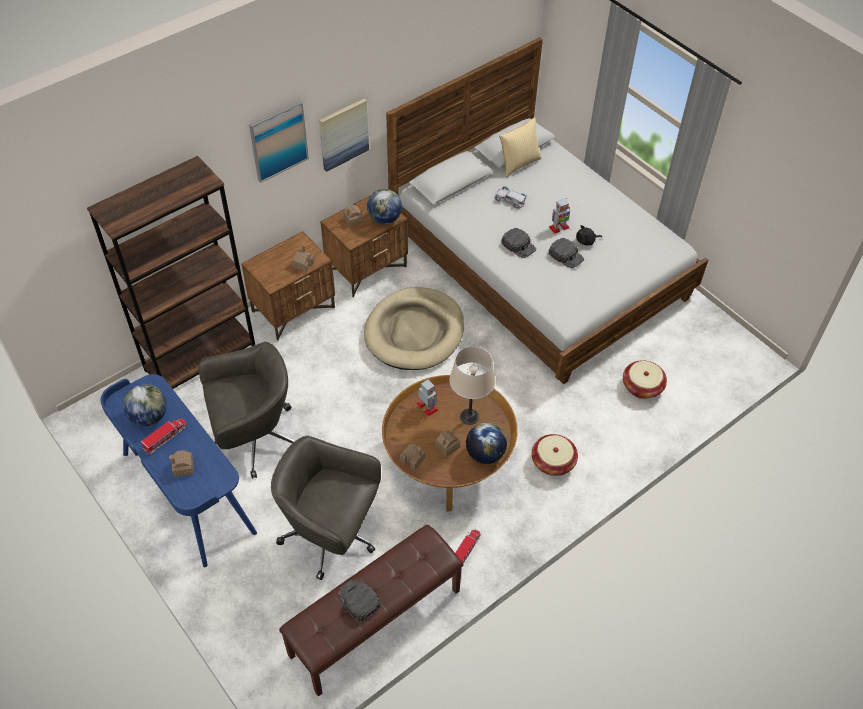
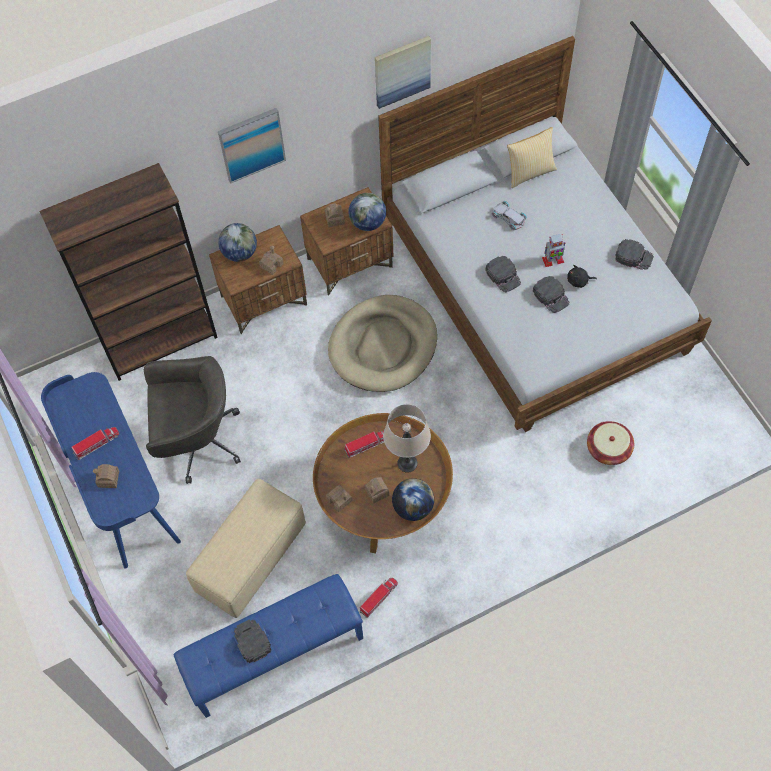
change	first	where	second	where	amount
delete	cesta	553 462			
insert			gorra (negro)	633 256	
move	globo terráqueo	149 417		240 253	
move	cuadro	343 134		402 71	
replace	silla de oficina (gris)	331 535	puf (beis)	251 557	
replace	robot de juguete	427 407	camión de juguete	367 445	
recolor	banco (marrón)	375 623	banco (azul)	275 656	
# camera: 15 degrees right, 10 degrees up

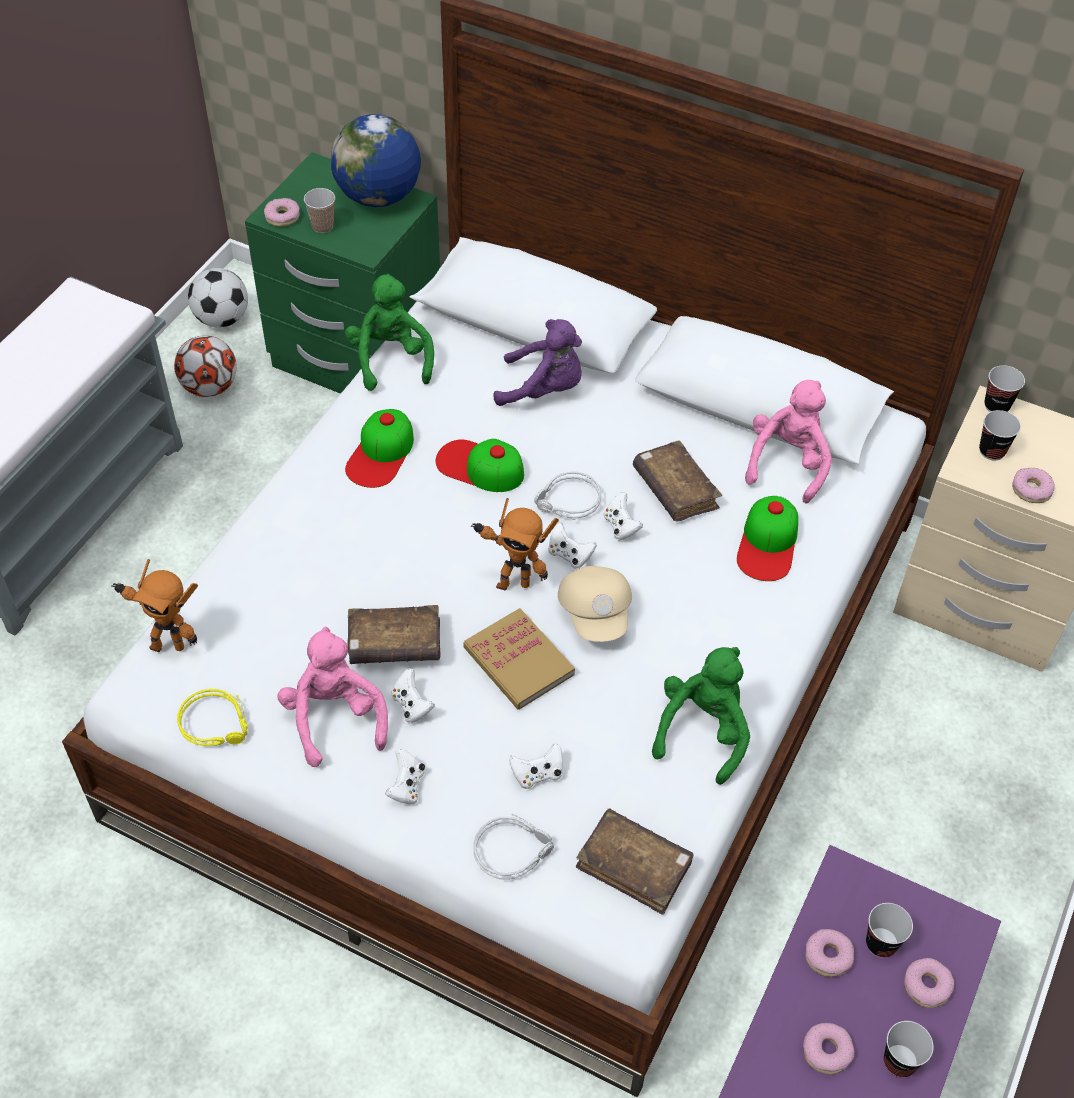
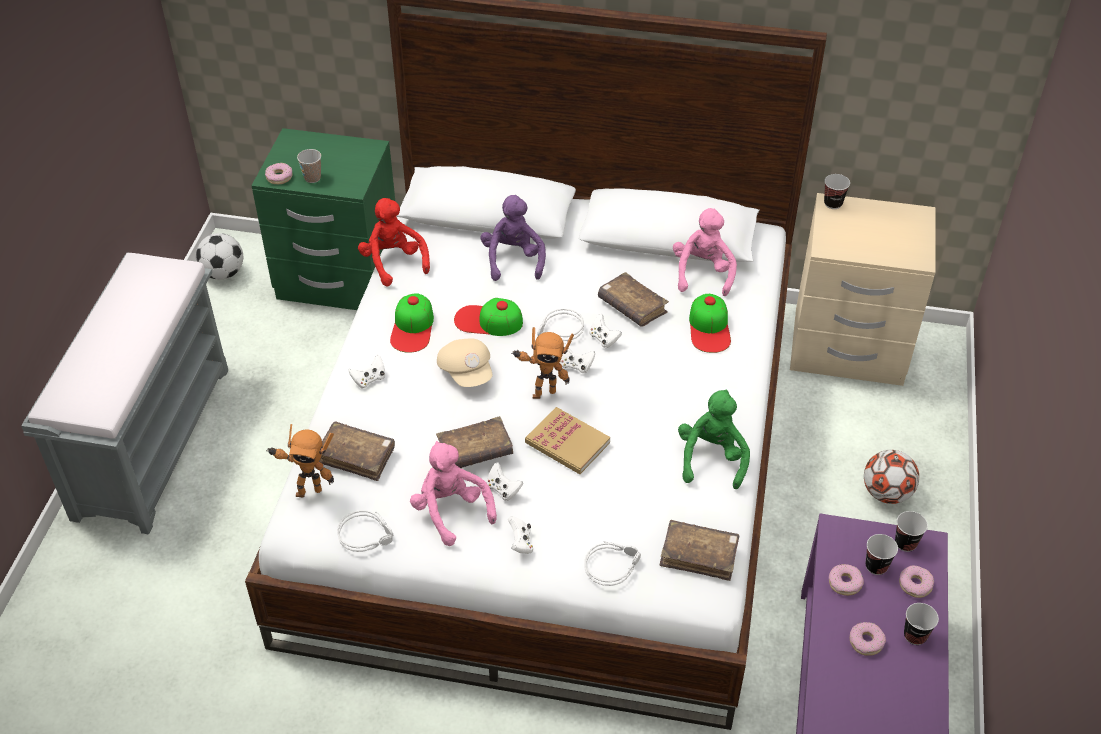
change	first	where	second	where	amount
delete	globo terráqueo	378 197			
delete	rosquilla	1031 490			
insert			libro (marrón)	356 456	
move	balón de fútbol	210 387		886 493	
move	mando de consola (blanco)	537 774		369 379	
move	gorra (beis)	596 613		467 372	
move	taza	992 451		905 543	
recolor	auriculares (amarillo)	217 723	auriculares (gris)	367 534	
recolor	peluche (verde)	391 359	peluche (rojo)	393 262	
rotate	peluche (morado)	544 389		513 259	90 degrees counterclockwise
# camera: 15 degrees left, 5 degrees down

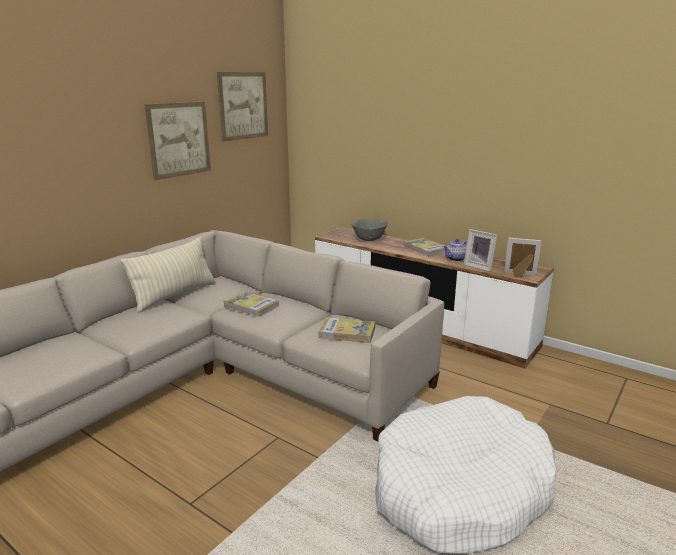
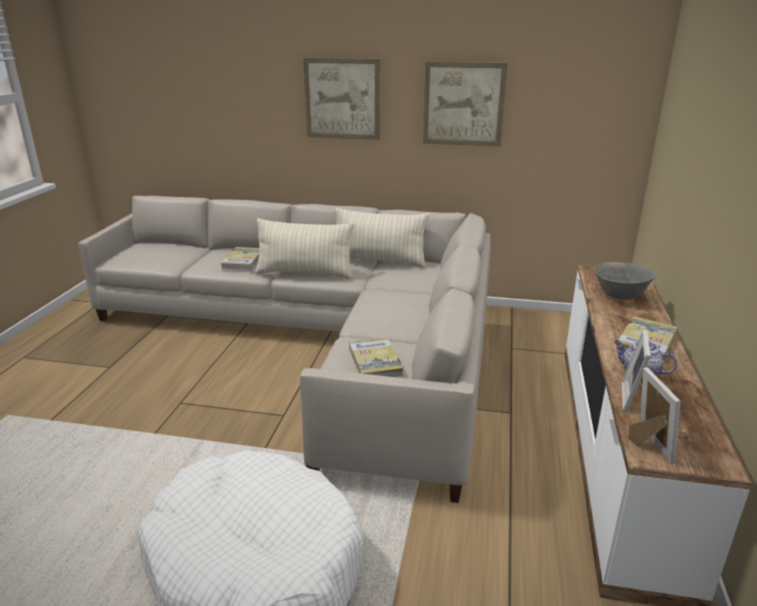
change	first	where	second	where	amount
insert			cojín (beis)	305 273	
move	cuadro	243 105		342 99	
move	libro	251 306		243 261	
# camera: 65 degrees right, 5 degrees up

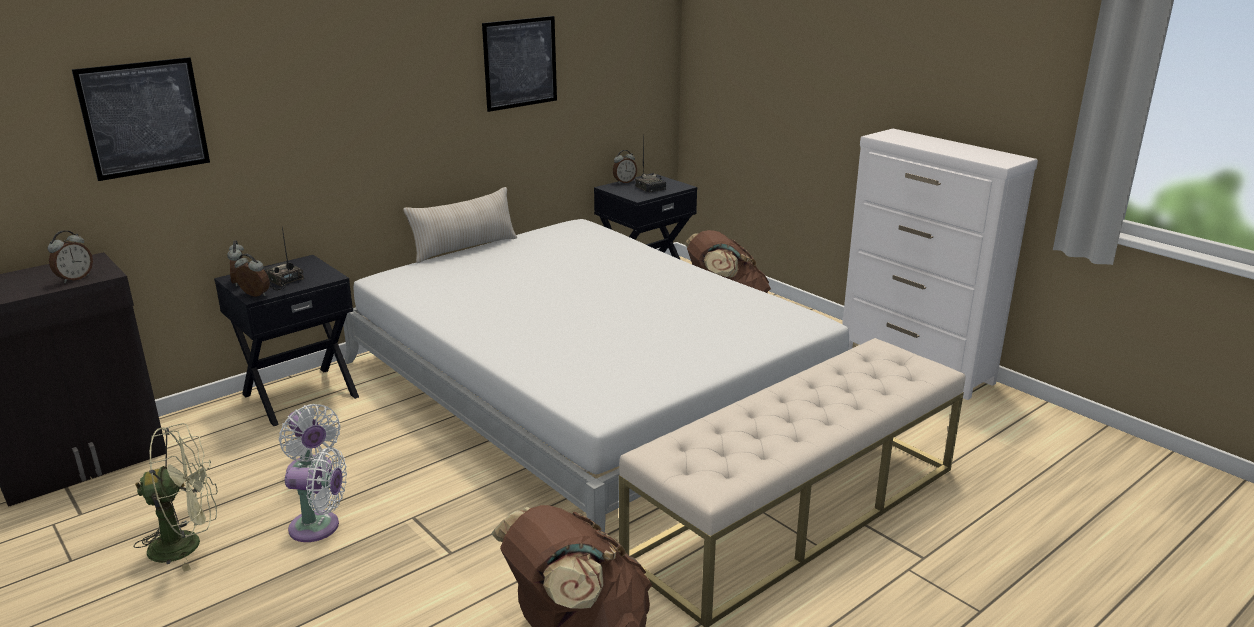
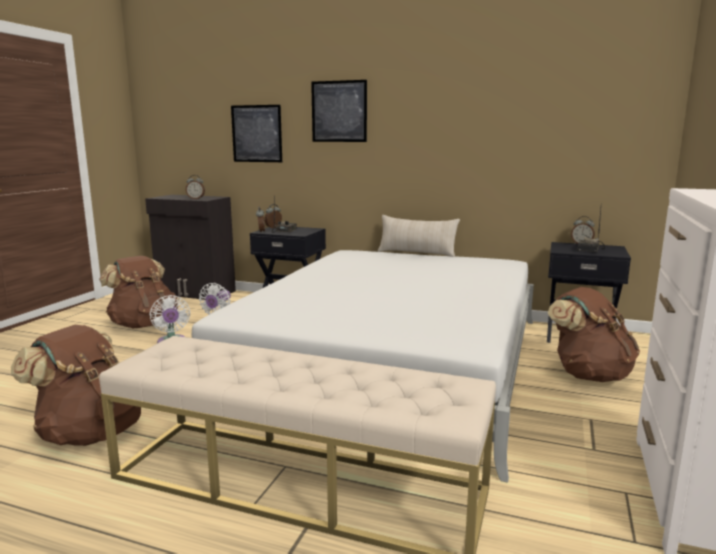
change	first	where	second	where	amount
move	cuadro	520 63		339 111	
replace	ventilador (verde)	187 544	mochila (marrón)	143 325	
# camera: 60 degrees right, 10 degrees down

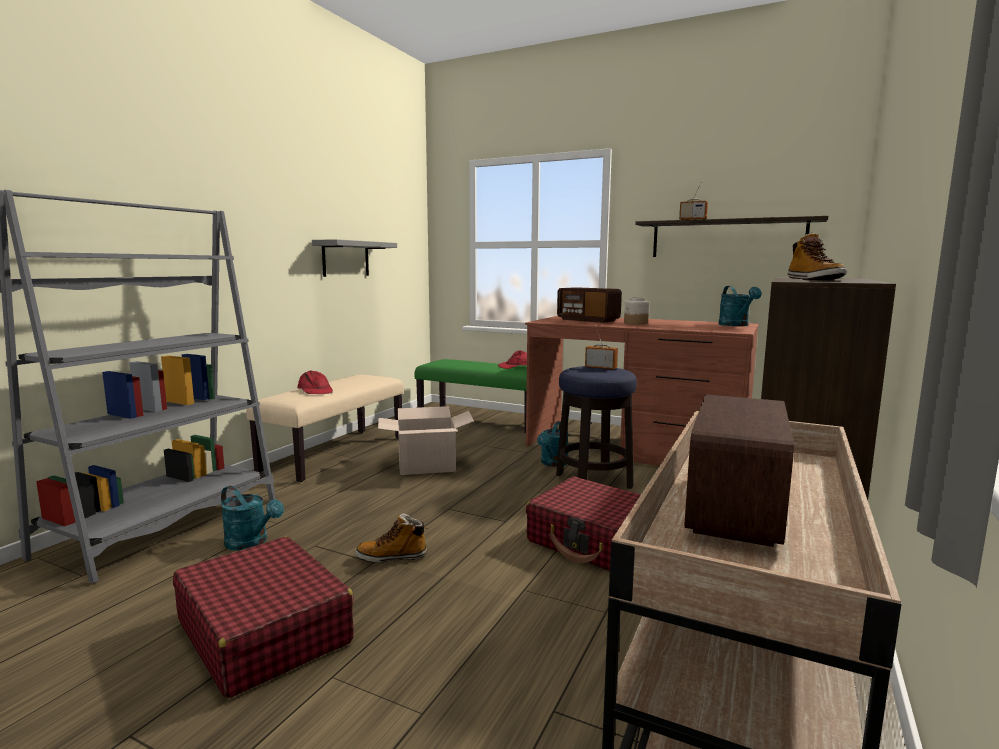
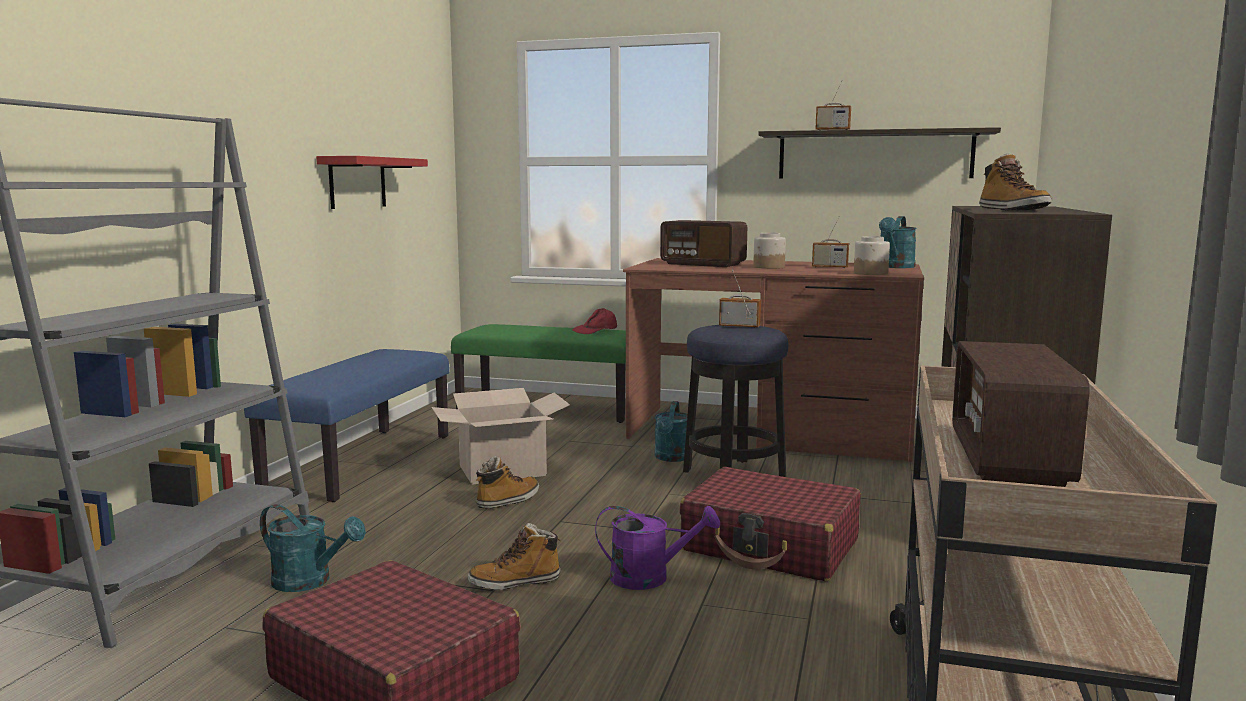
change	first	where	second	where	amount
delete	gorra (rojo)	315 390			
insert			bota	508 501	
insert			regadera (morado)	650 577	
insert			radio	830 267	
insert			tarro	871 273	
recolor	banco (beis)	334 453	banco (azul)	361 462	
recolor	estante (gris)	345 259	estante (rojo)	357 182	
rotate	regadera (turquesa)	736 325		895 267	45 degrees clockwise
# camera: 10 degrees left, 0 degrees up

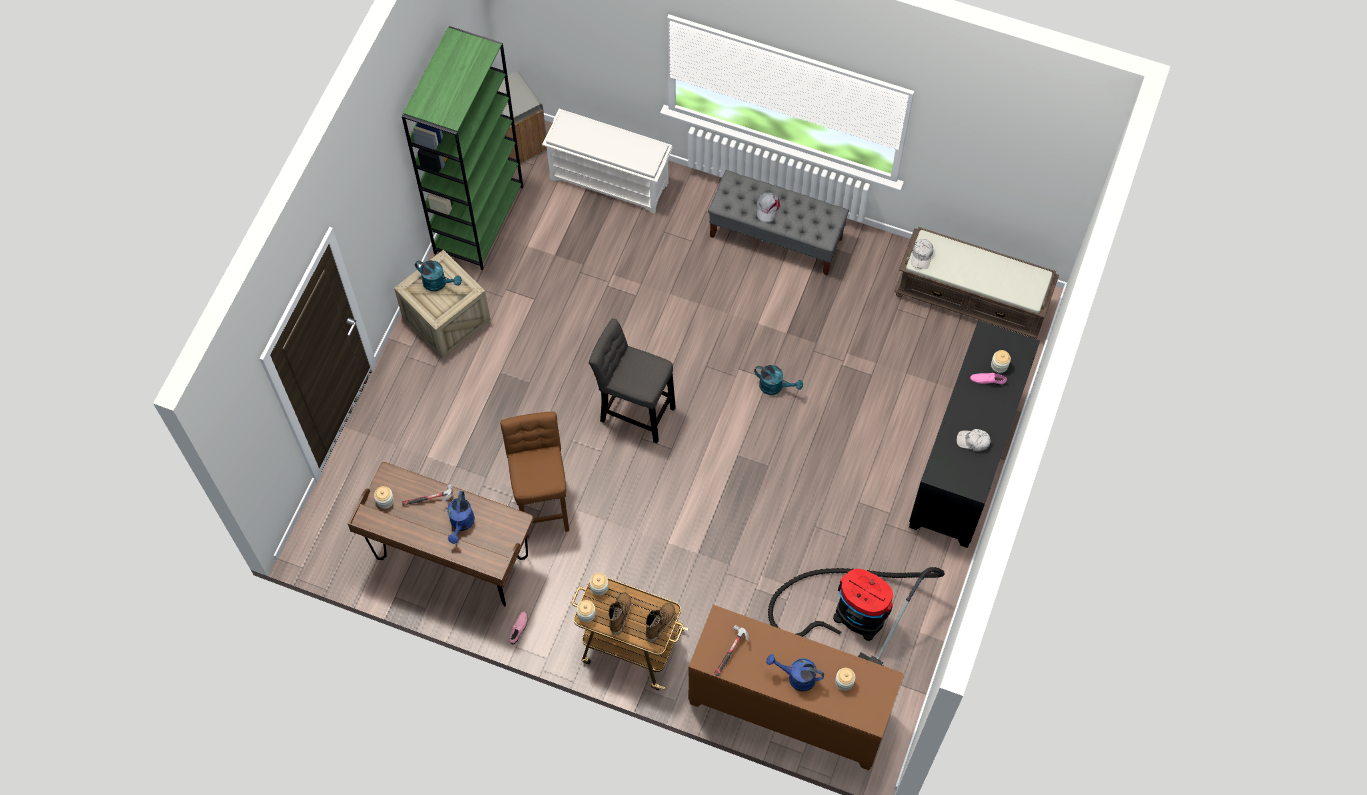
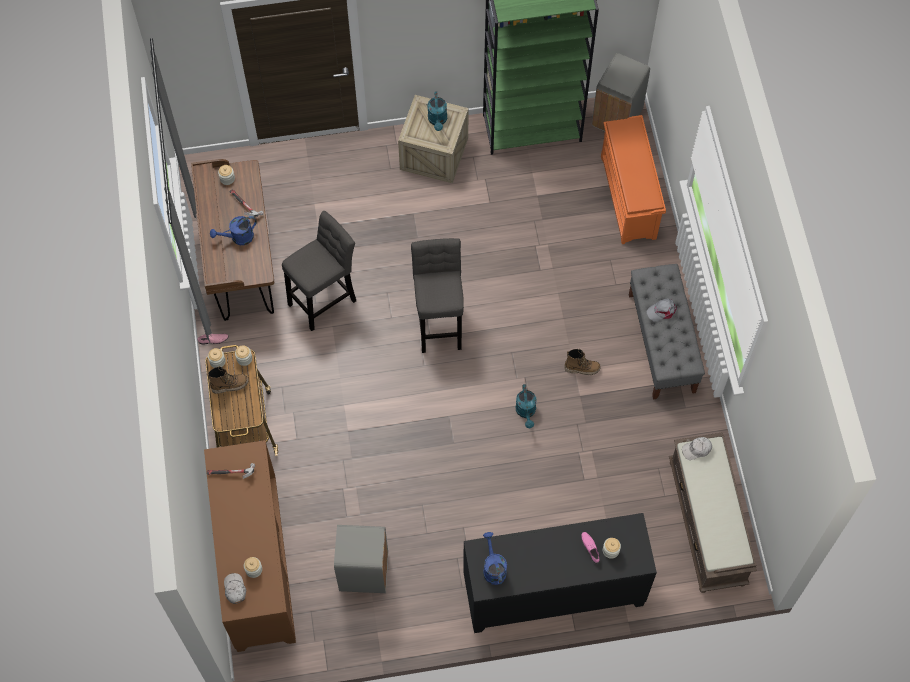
change	first	where	second	where	amount
move	bota	660 624		582 368	
move	regadera (azul)	796 677		493 568	
move	gorra (blanco)	973 441		235 589	
replace	aspiradora	854 613	papelera (gris)	364 573	
recolor	taburete (marrón)	542 501	taburete (gris)	325 300	
recolor	zapatero (blanco)	610 180	zapatero (naranja)	629 198	
# camera: 60 degrees right, 0 degrees up

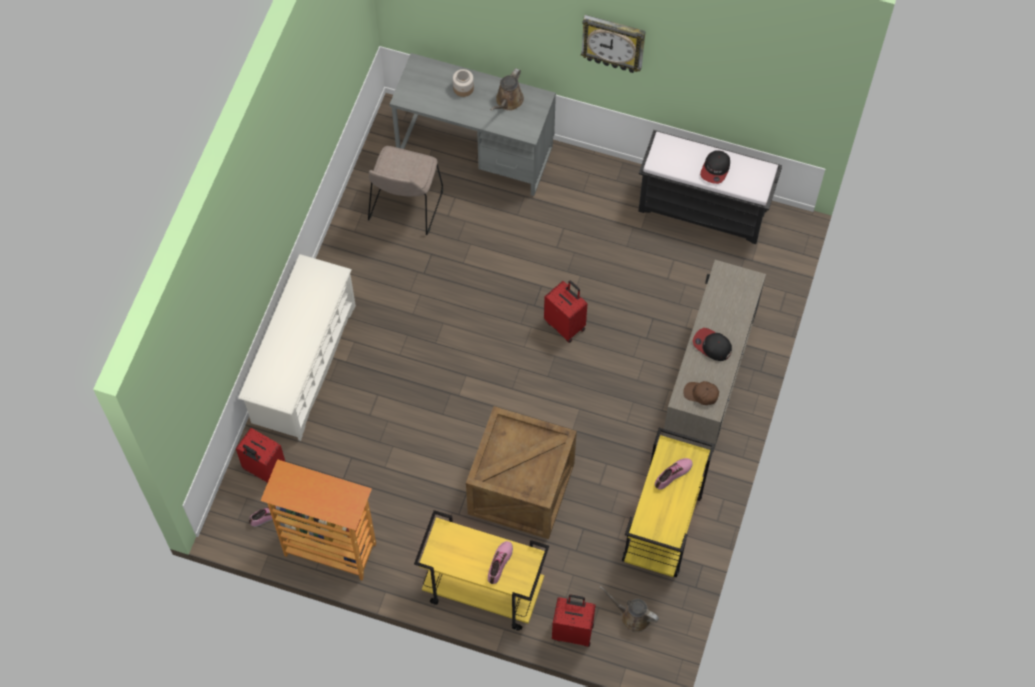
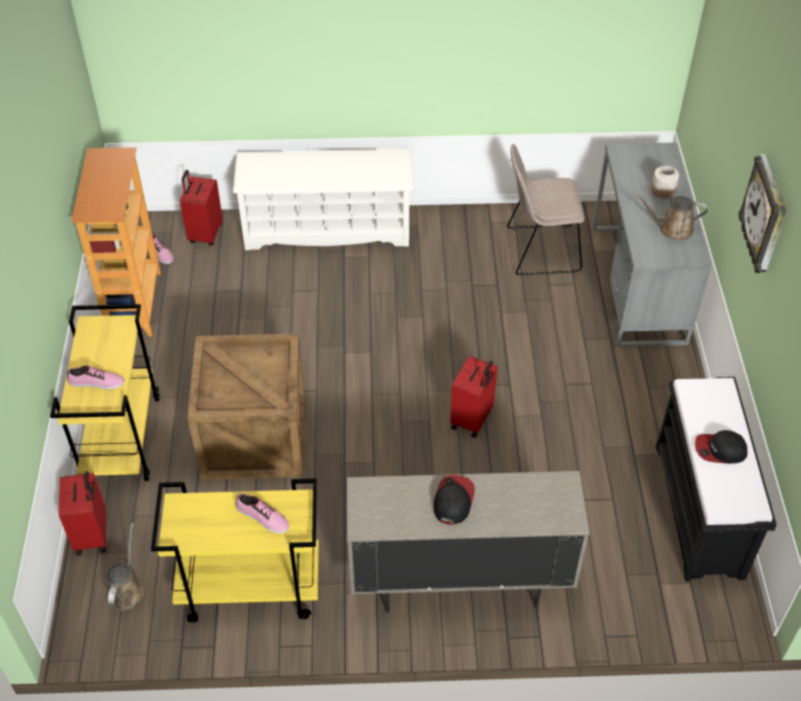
change	first	where	second	where	amount
delete	gorra (marrón)	701 394			
# camera: 70 degrees right, 15 degrees down

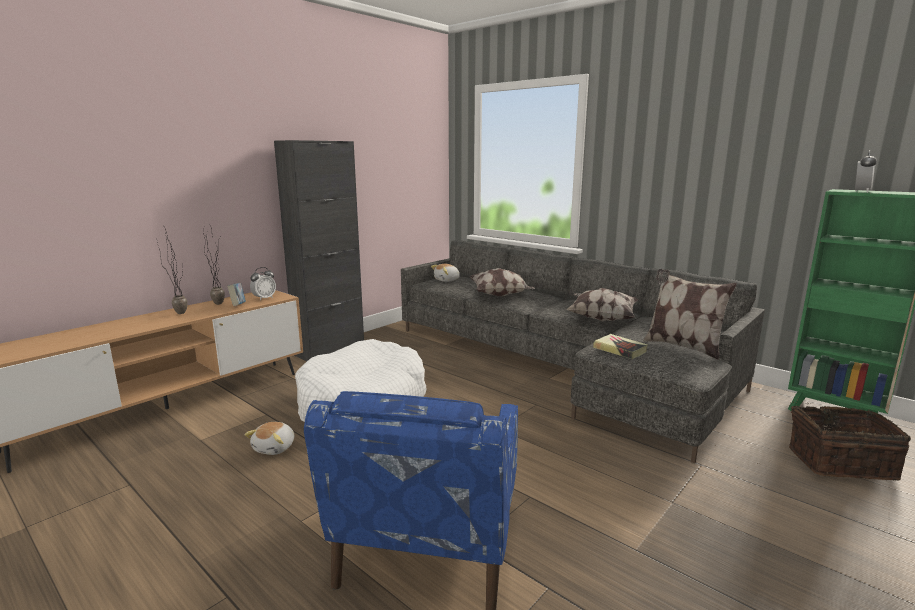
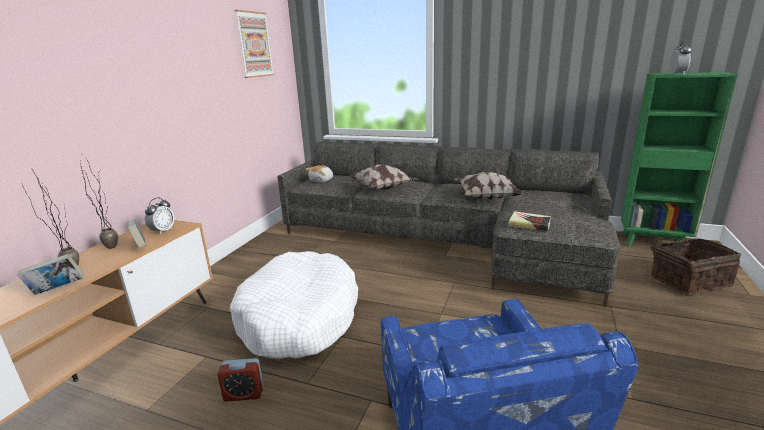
change	first	where	second	where	amount
delete	armario (negro)	330 350			
delete	cojín	682 346			
insert			libro	57 290	
insert			cuadro	254 44	
replace	peluche	275 448	despertador	244 394	
# camera: 20 degrees left, 5 degrees up

